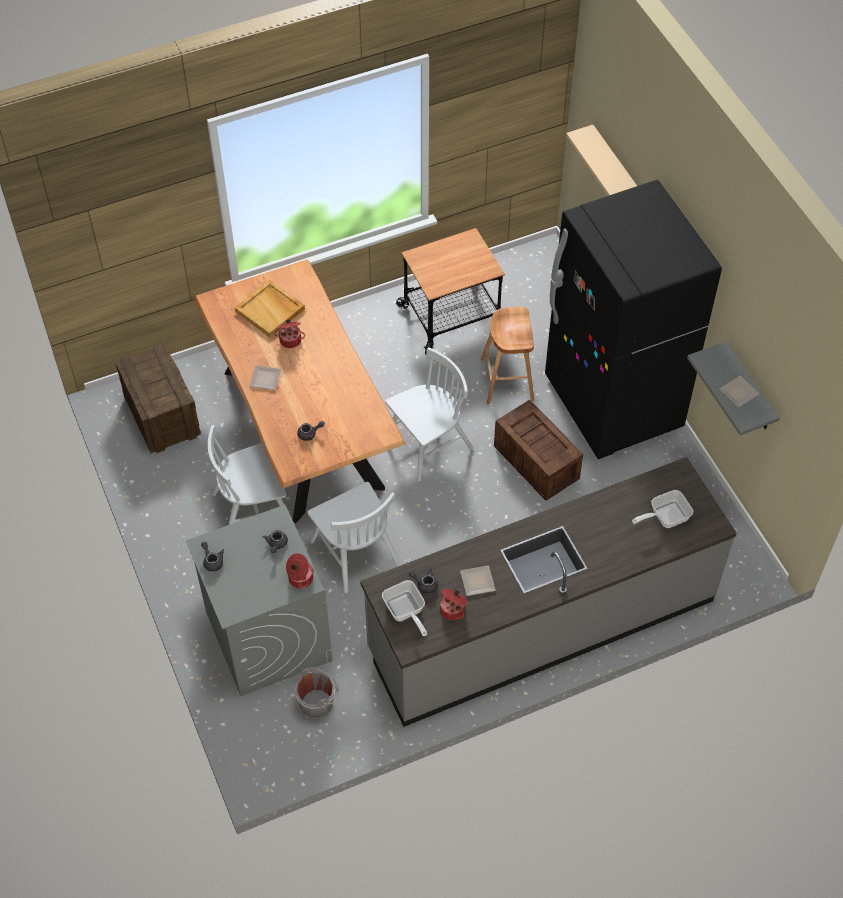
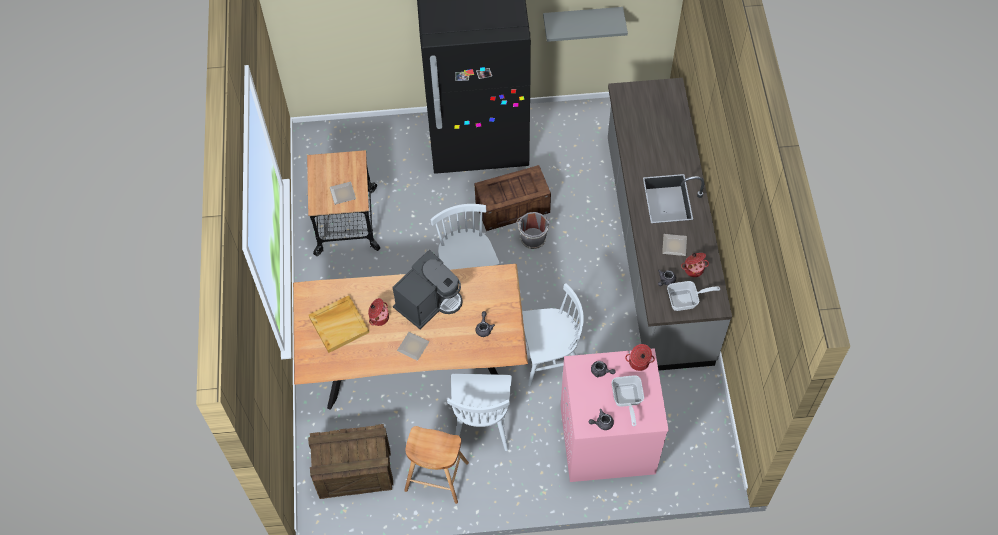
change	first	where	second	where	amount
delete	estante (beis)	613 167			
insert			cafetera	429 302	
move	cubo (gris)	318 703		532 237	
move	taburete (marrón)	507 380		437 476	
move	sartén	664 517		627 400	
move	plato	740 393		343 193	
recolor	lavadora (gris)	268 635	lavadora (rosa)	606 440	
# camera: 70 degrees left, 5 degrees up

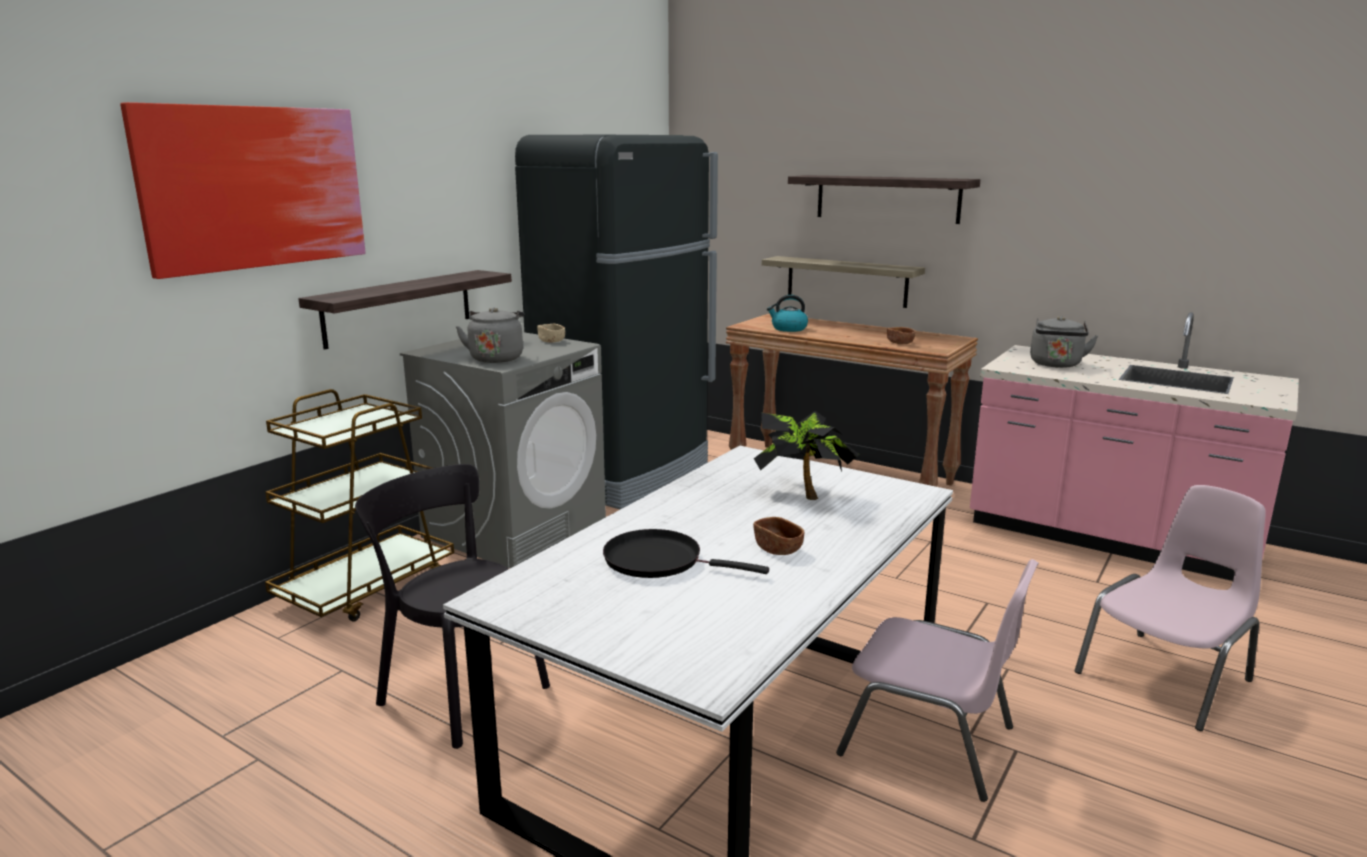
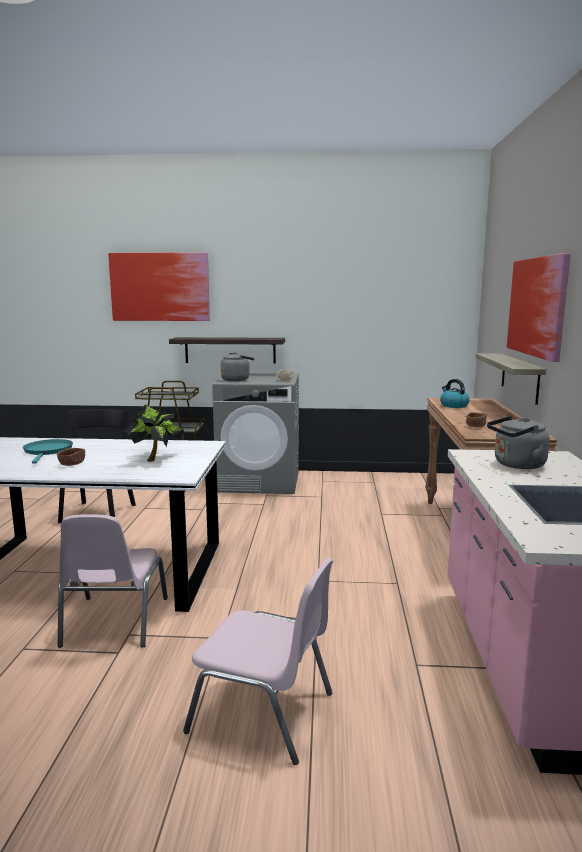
change	first	where	second	where	amount
delete	nevera (negro)	626 476			
replace	estante	887 198	cuadro	537 306	
recolor	sartén (negro)	659 561	sartén (turquesa)	48 451	
# camera: 60 degrees right, 5 degrees down

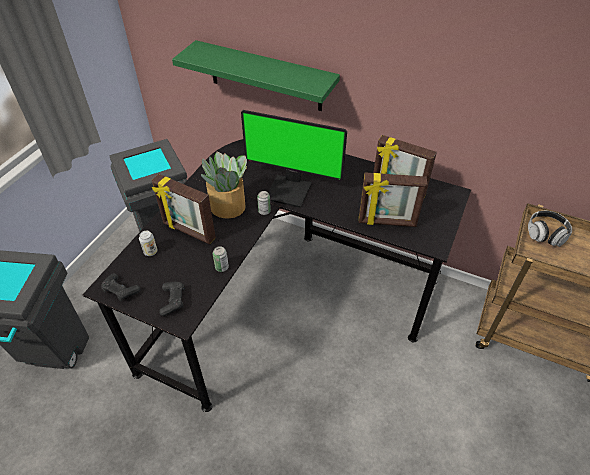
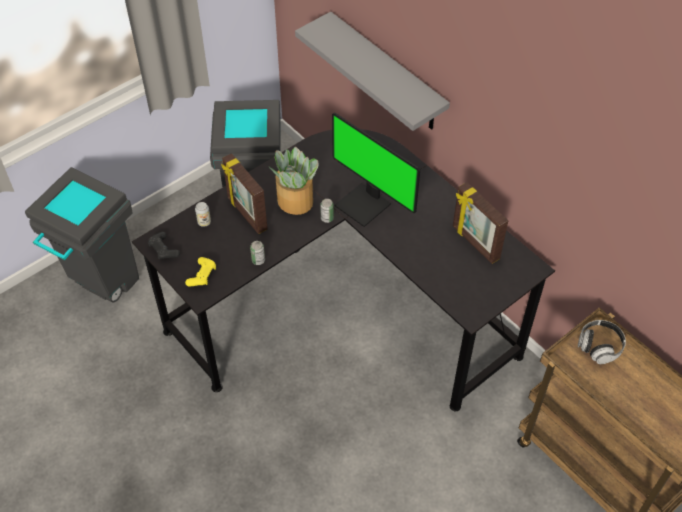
change	first	where	second	where	amount
delete	portarretratos	387 222			
recolor	mando de consola (negro)	173 301	mando de consola (amarillo)	202 275	
recolor	estante (verde)	265 76	estante (gris)	386 73	
# camera: 25 degrees right, 5 degrees up

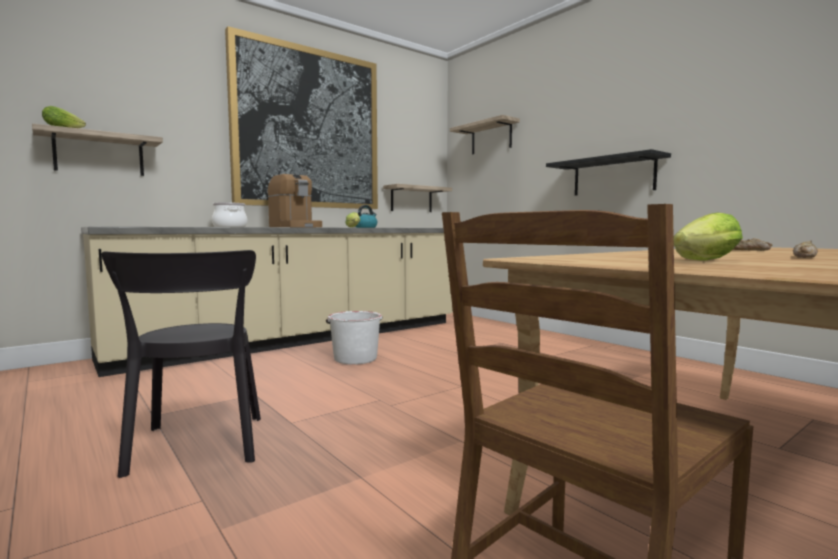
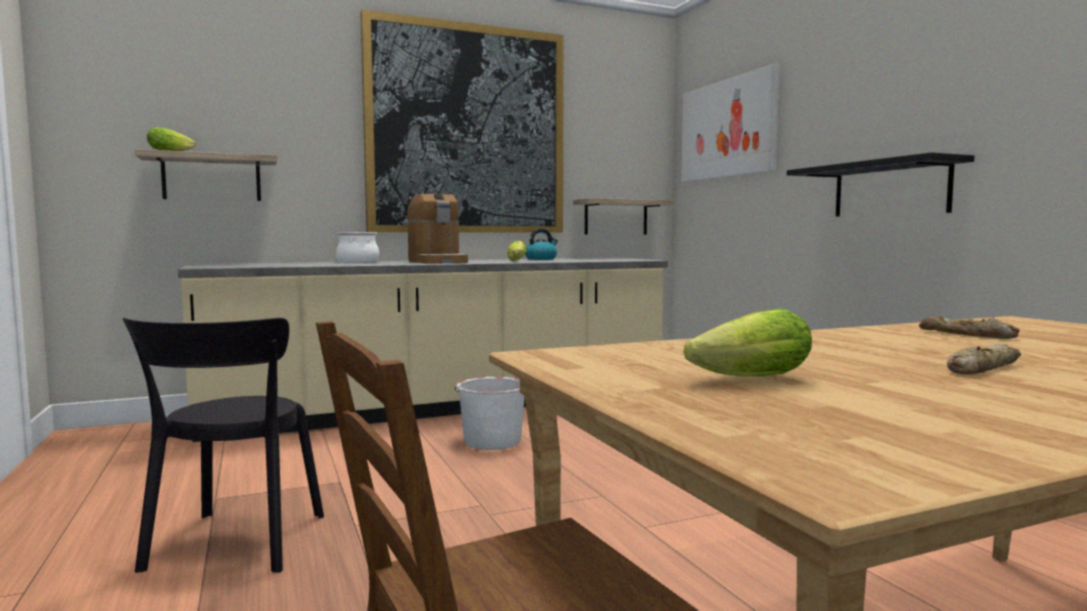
change	first	where	second	where	amount
replace	estante	491 138	cuadro	727 129	
# camera: 15 degrees right, 0 degrees up

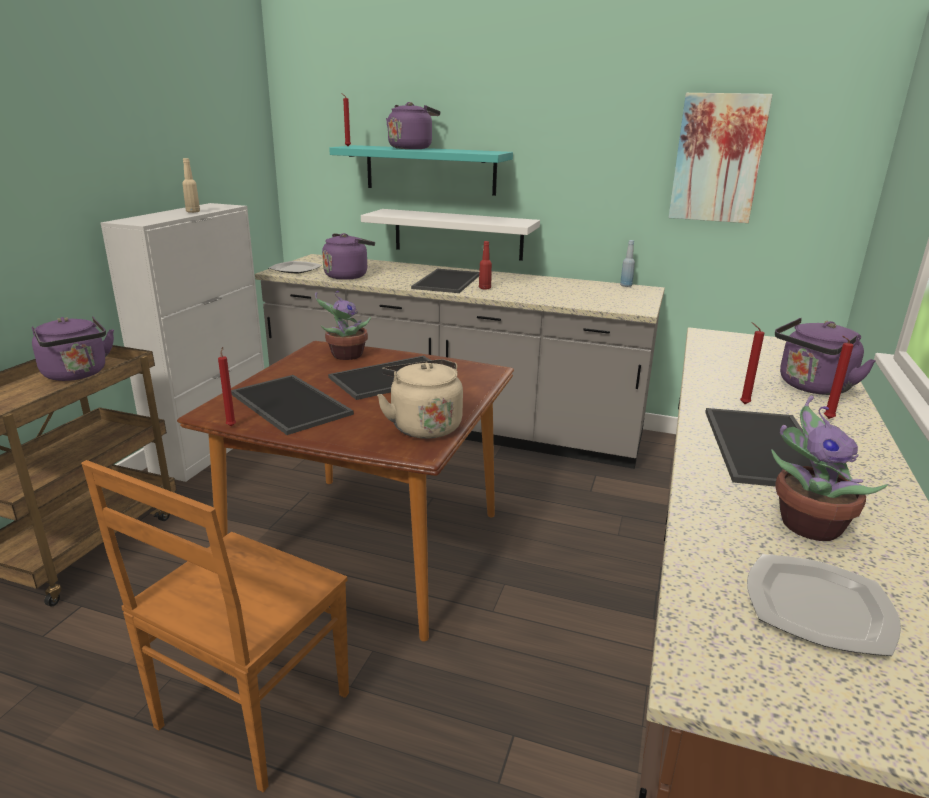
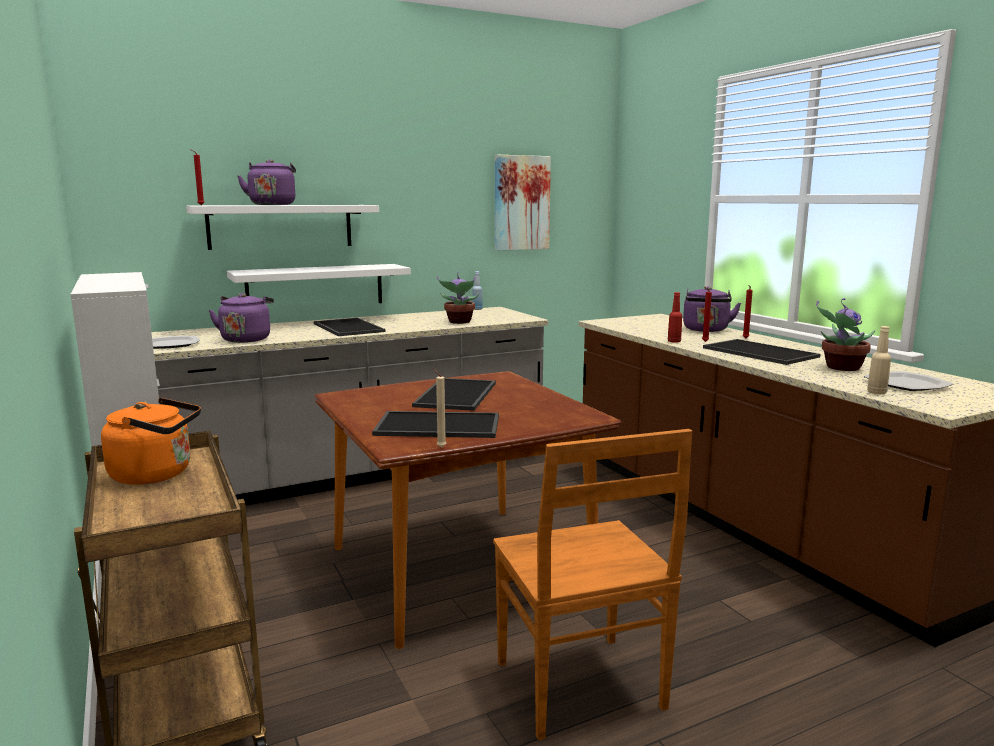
change	first	where	second	where	amount
delete	hervidor (beis)	423 426			
move	botella (beis)	193 212		876 392	
move	planta en maceta	345 356		459 322	
move	botella (rojo)	485 288		674 341	
recolor	hervidor (morado)	77 374	hervidor (naranja)	157 474	
recolor	vela (rojo)	231 425	vela (beis)	440 447	
recolor	estante (turquesa)	430 170	estante (blanco)	281 226	
# camera: 45 degrees left, 10 degrees down

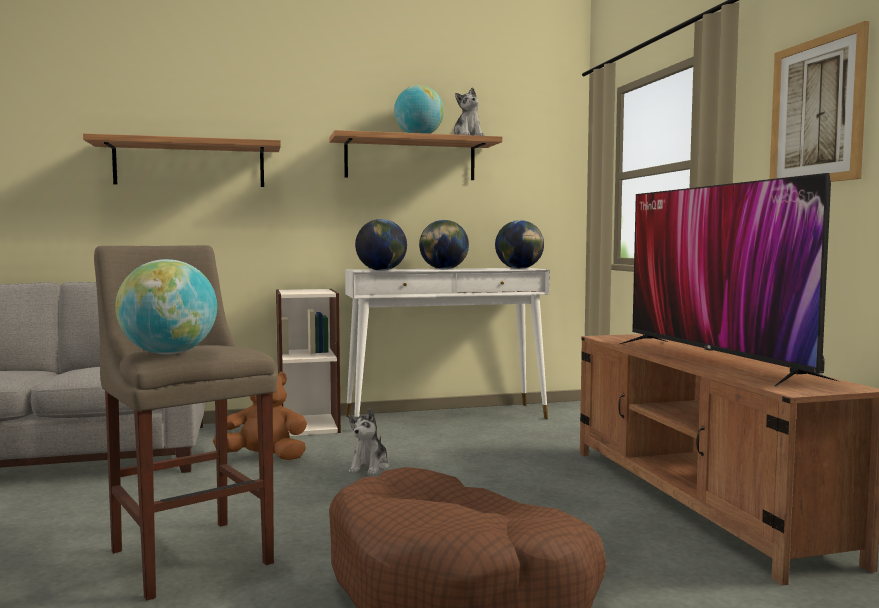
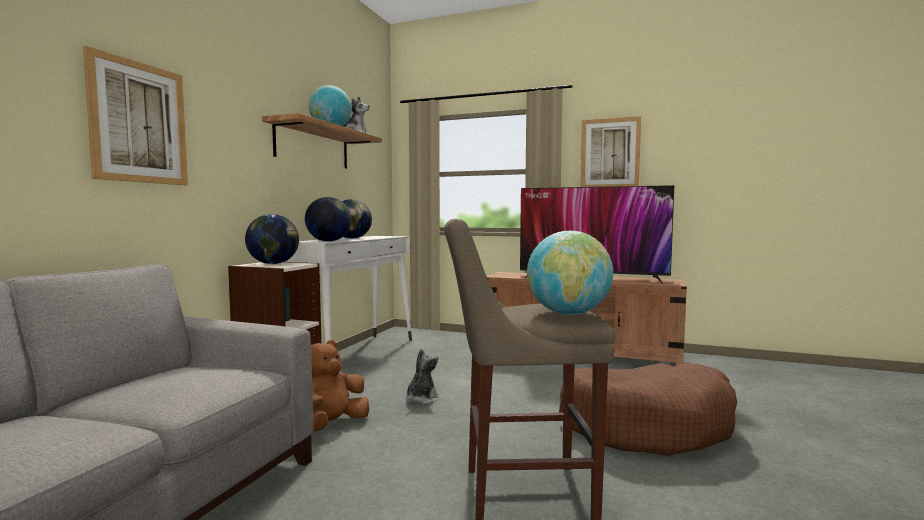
change	first	where	second	where	amount
move	globo terráqueo	519 268		273 264	
replace	estante	190 164	cuadro	139 123	
rotate	peluche	370 467		421 399	120 degrees counterclockwise
# camera: 55 degrees left, 0 degrees up

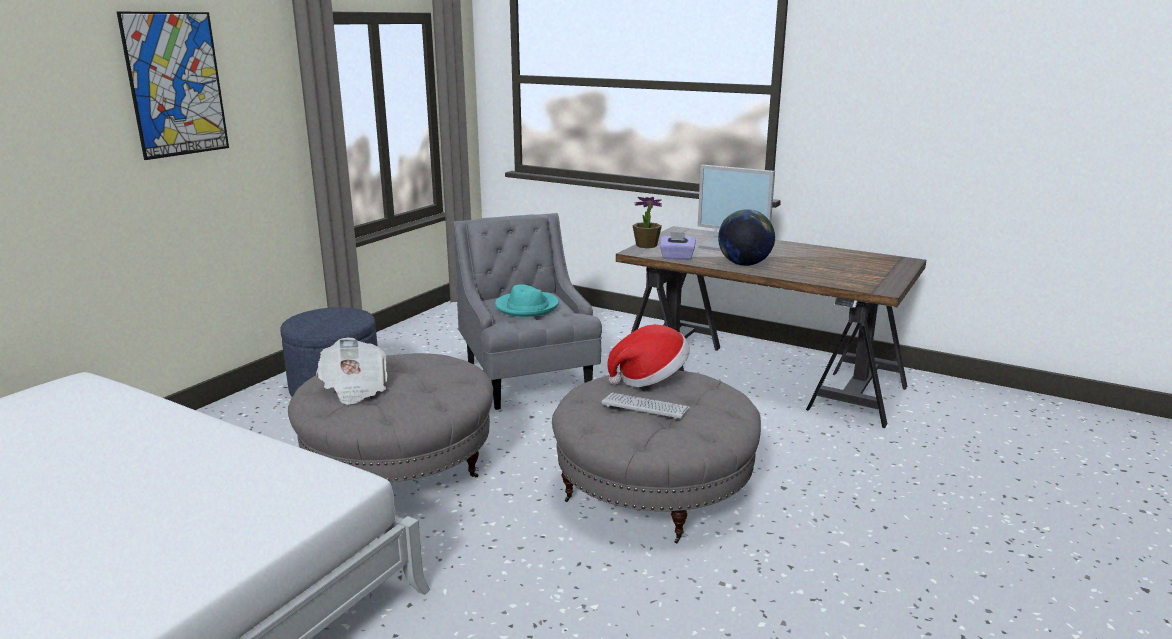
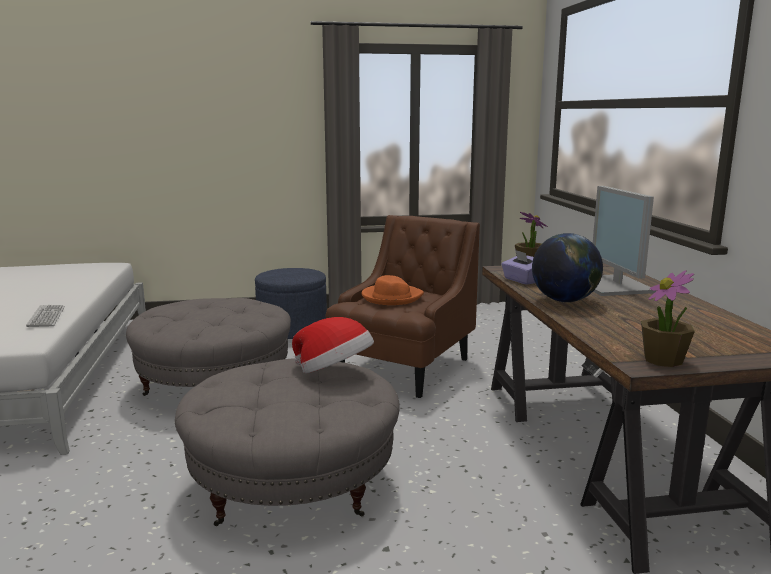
change	first	where	second	where	amount
delete	cuadro	176 84			
delete	periódico	354 388			
insert			planta en maceta	663 360	
move	teclado	645 406		46 317	
recolor	sillón (gris)	528 379	sillón (marrón)	404 369	
recolor	sombrero (turquesa)	527 307	sombrero (naranja)	391 297	
# camera: 50 degrees right, 5 degrees down

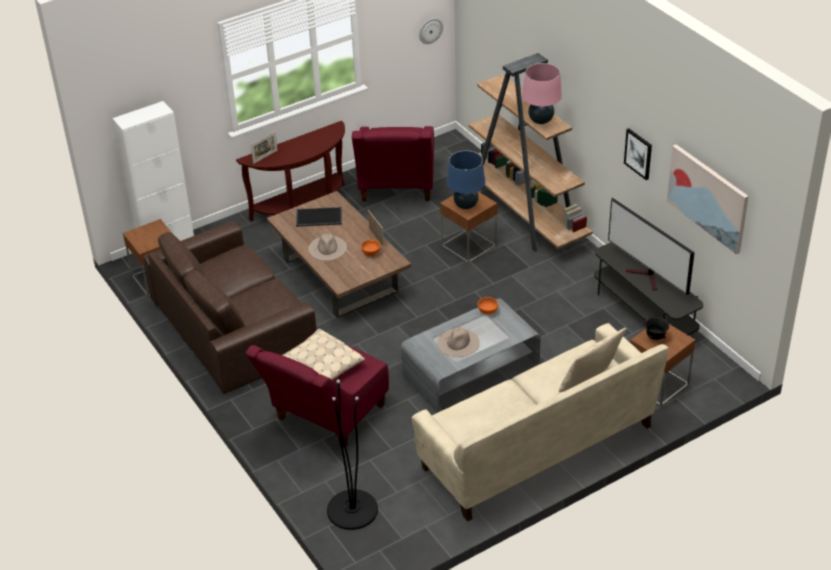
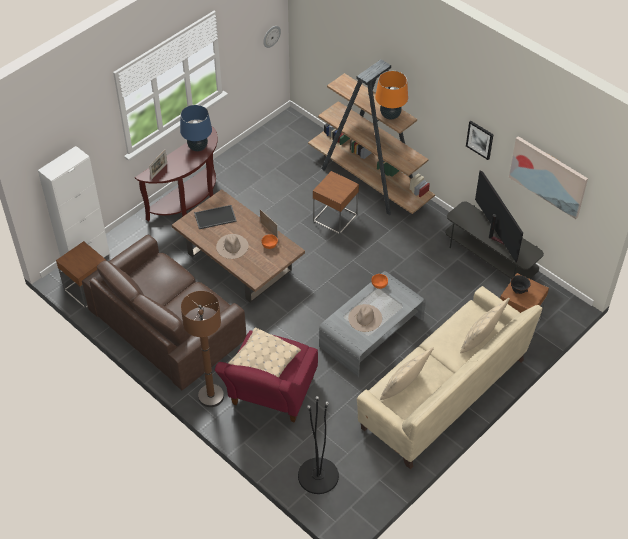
change	first	where	second	where	amount
delete	sillón (rojo)	396 188			
insert			lámpara de pie (marrón)	211 396	
insert			cojín (beis)	404 387	
move	lámpara de mesa (azul)	466 205		198 147	
recolor	lámpara de mesa (rosa)	540 120	lámpara de mesa (naranja)	390 115	
rotate	televisor	647 277		494 235	150 degrees counterclockwise
# camera: 15 degrees left, 10 degrees up

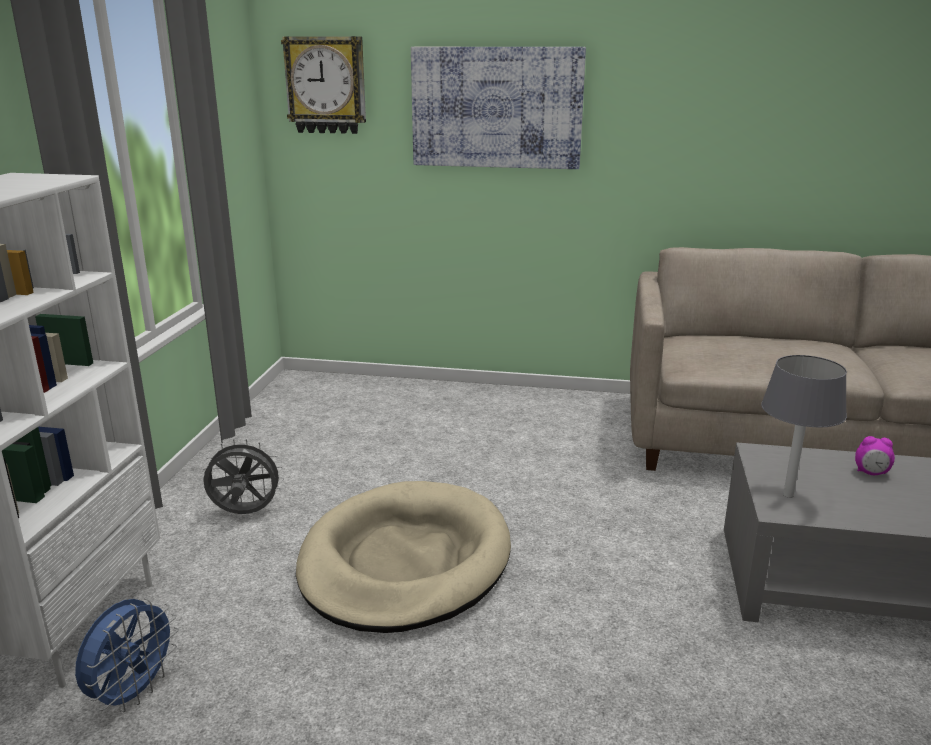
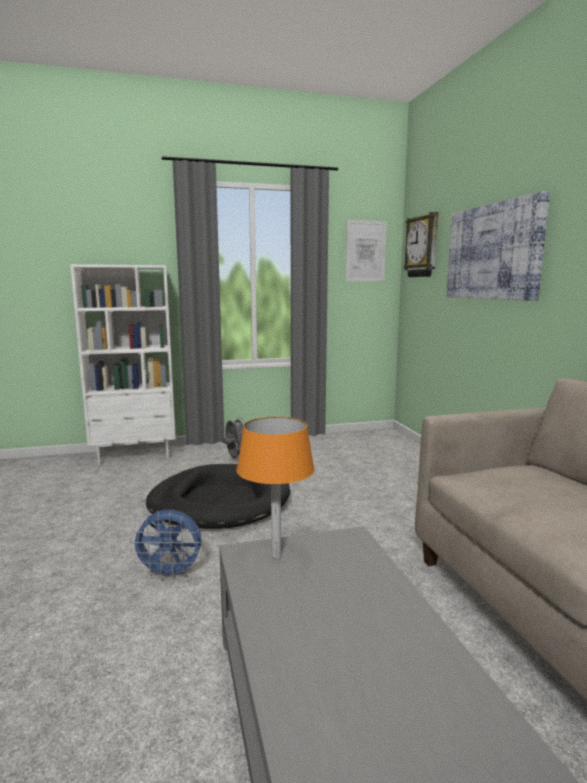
change	first	where	second	where	amount
delete	despertador	871 473			
insert			cuadro	365 251	
move	ventilador (azul)	133 693		171 573	
recolor	cama para perro (beis)	405 562	cama para perro (negro)	219 502	
recolor	lámpara de mesa (gris)	787 495	lámpara de mesa (naranja)	276 555	
# camera: 65 degrees right, 10 degrees down

